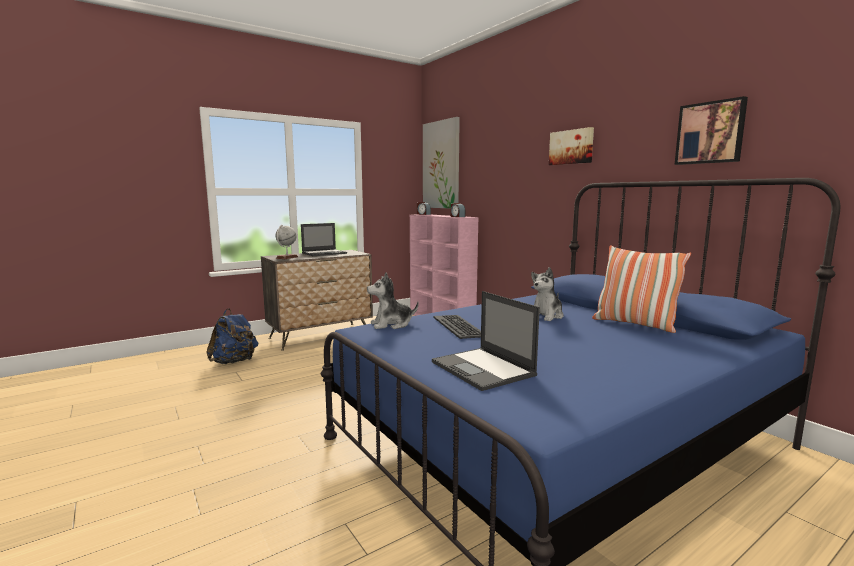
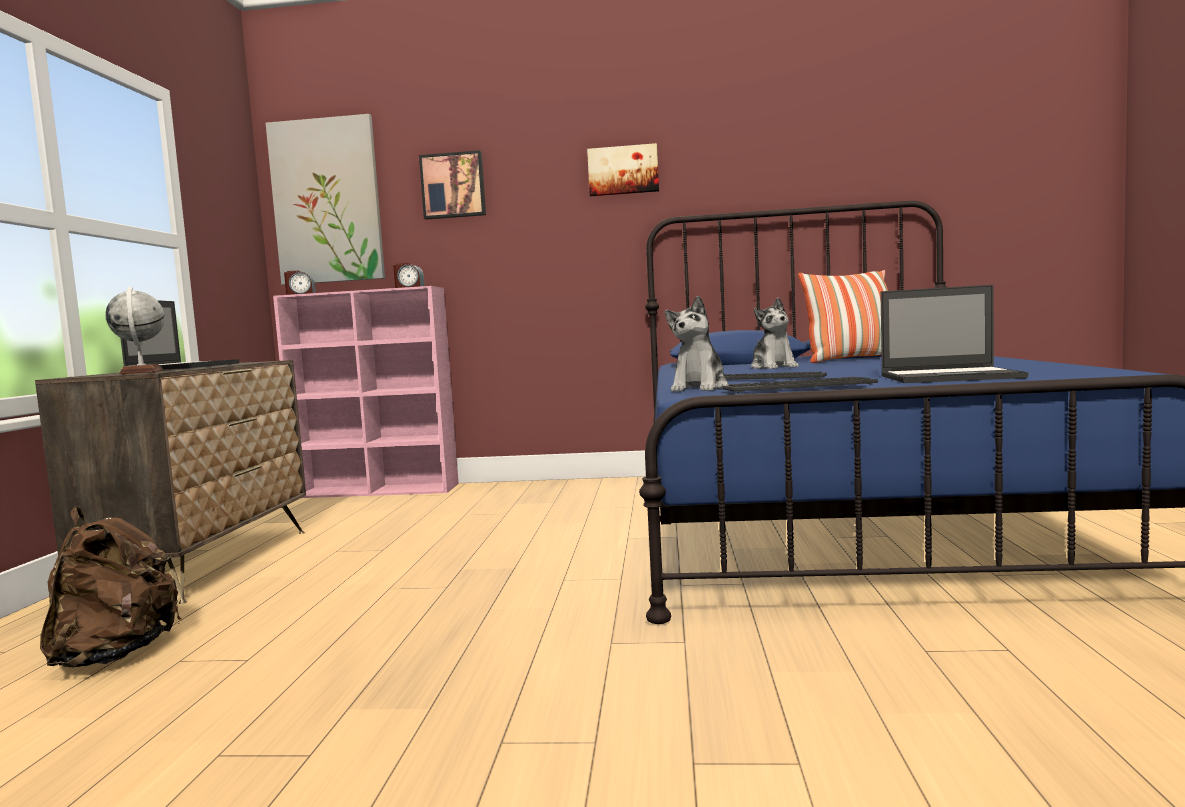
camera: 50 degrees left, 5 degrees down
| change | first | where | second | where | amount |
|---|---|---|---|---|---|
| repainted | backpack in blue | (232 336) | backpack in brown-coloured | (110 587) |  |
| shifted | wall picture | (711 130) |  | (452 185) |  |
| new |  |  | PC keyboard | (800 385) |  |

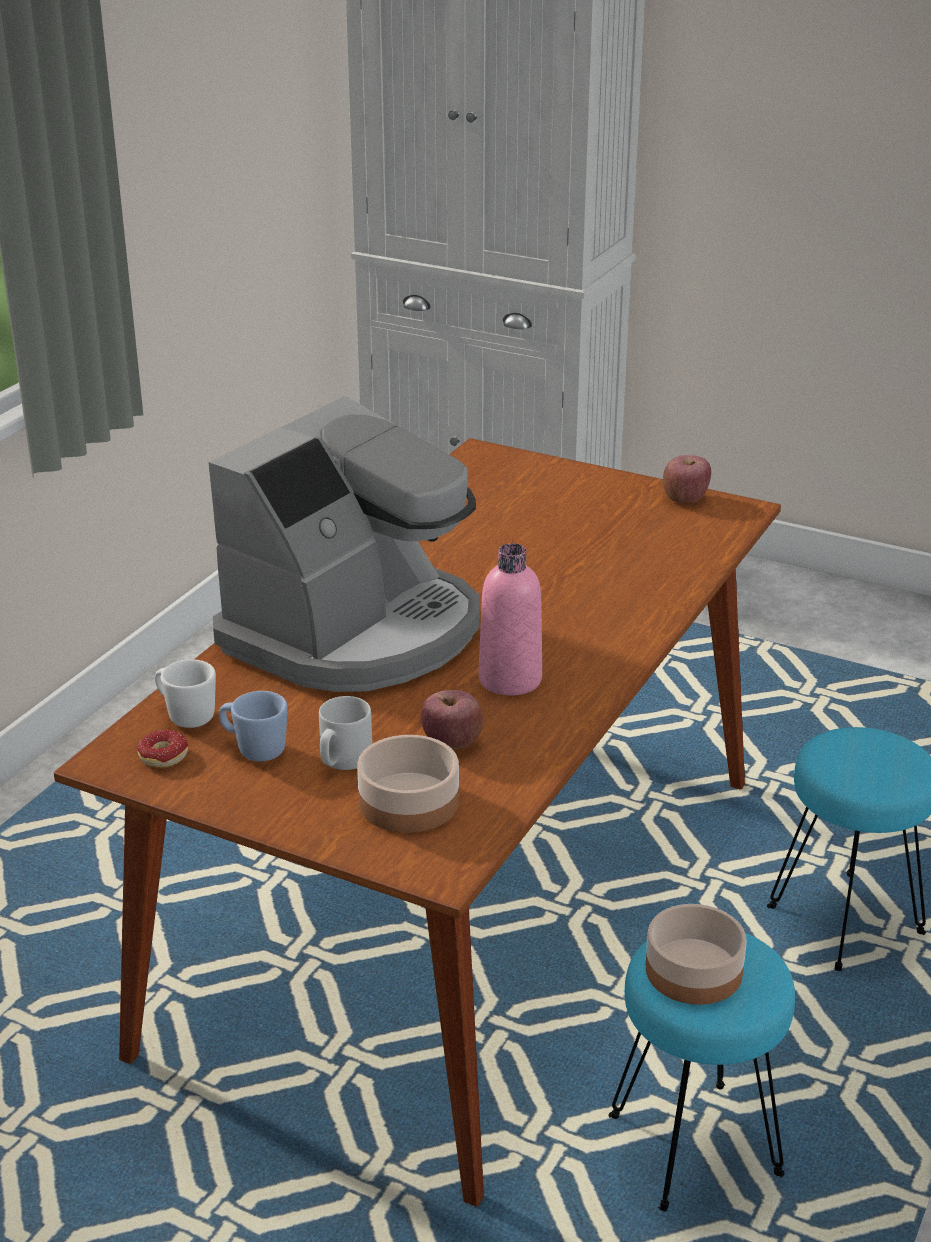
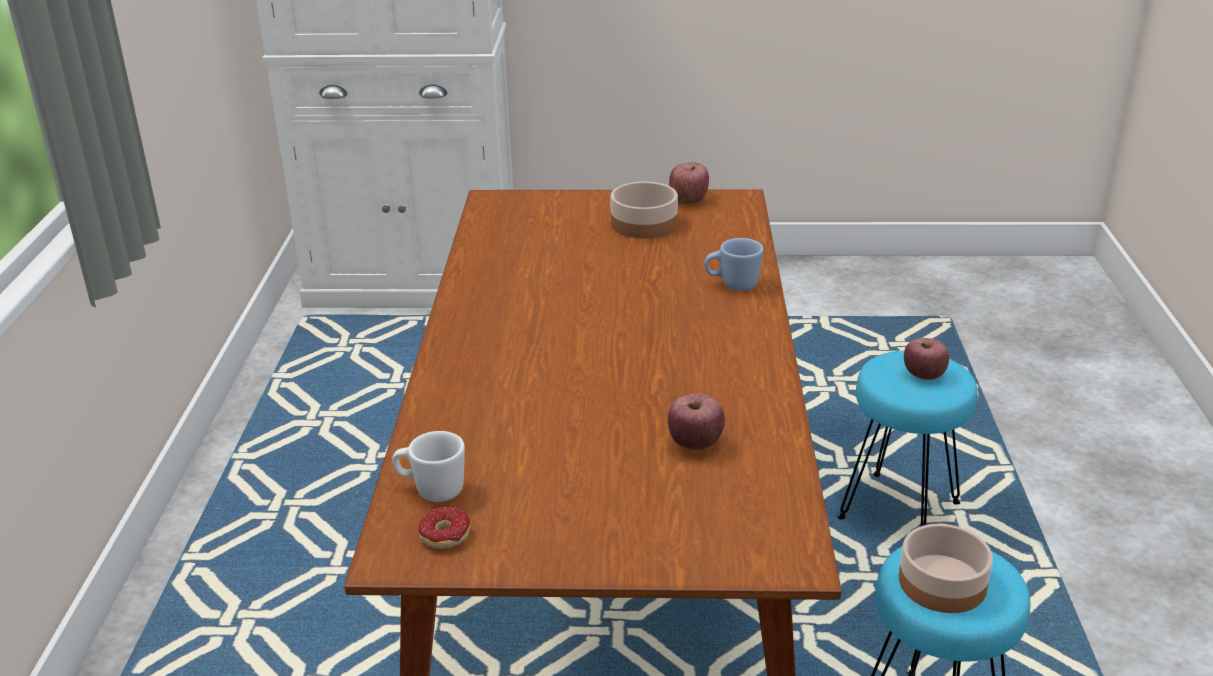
camera: 25 degrees left, 0 degrees up
| change | first | where | second | where | amount |
|---|---|---|---|---|---|
| gone | coffee brewer | (344 544) |  |  |  |
| shifted | mug in blue | (253 726) |  | (734 264) |  |
| gone | mug in greyish | (345 733) |  |  |  |
| shifted | deep dish | (408 784) |  | (644 210) |  |
| gone | bottle in pink-coloured | (510 619) |  |  |  |
| new |  |  | apple | (926 359) |  |

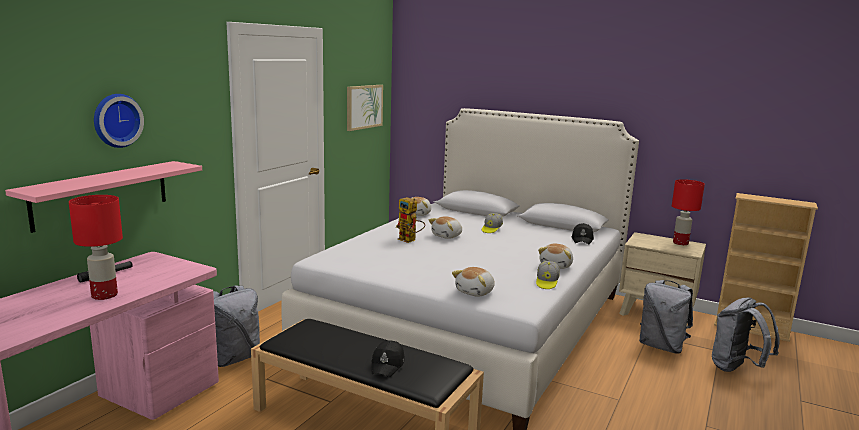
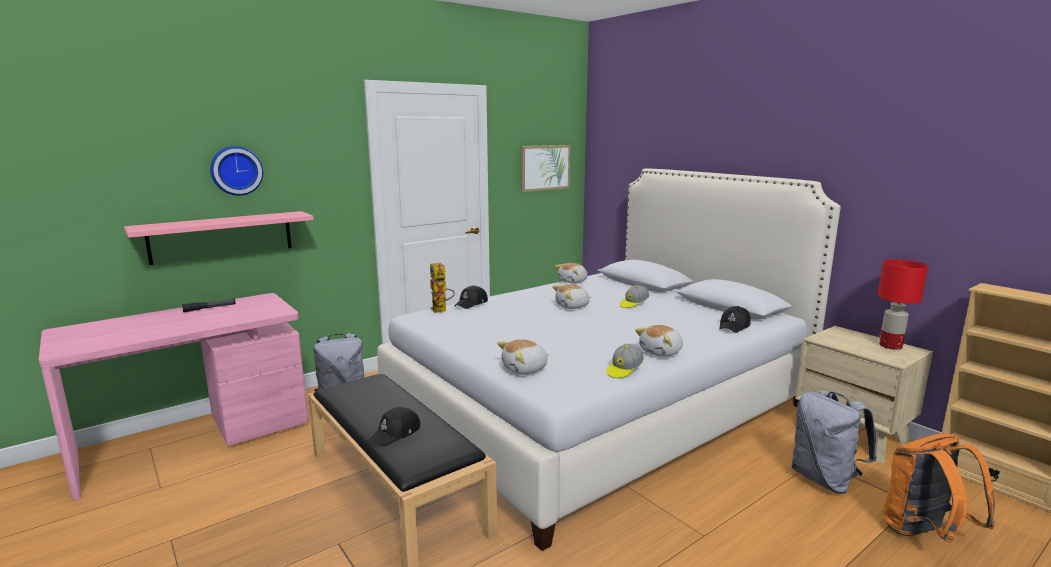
camera: 25 degrees right, 0 degrees up
| change | first | where | second | where | amount |
|---|---|---|---|---|---|
| gone | table lamp in red | (96 247) |  |  |  |
| shifted | model robot | (410 220) |  | (442 288) |  |
| repainted | backpack in greyish | (745 335) | backpack in orange | (939 488) |  |
| new |  |  | cap in black | (471 297) |  |

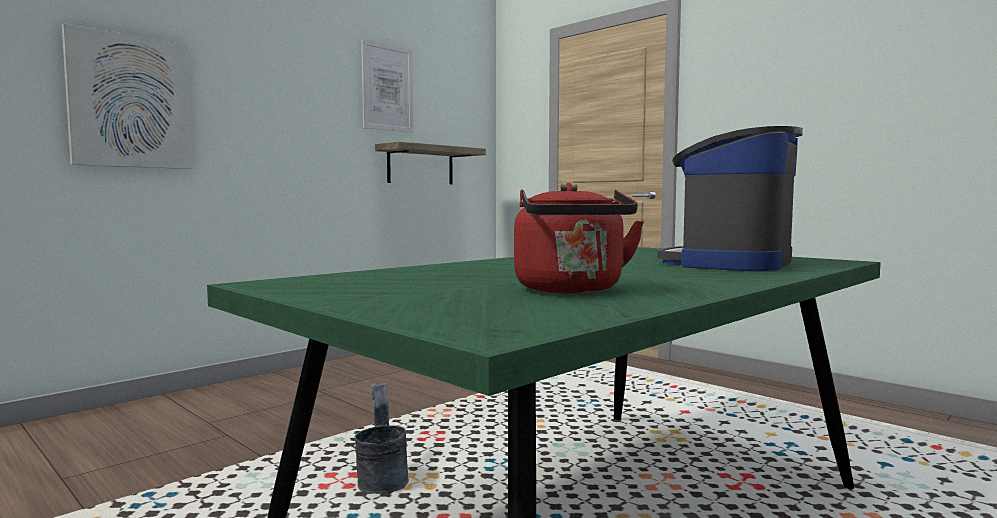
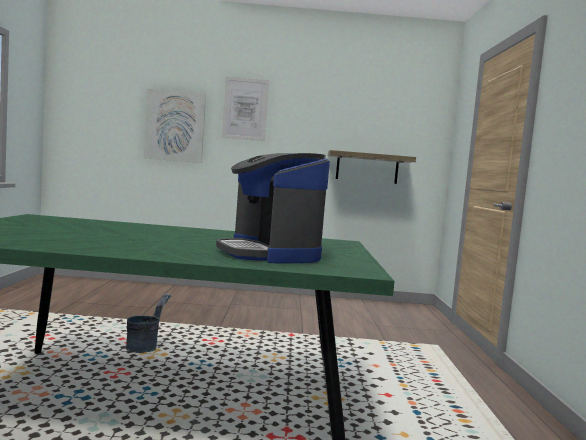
camera: 45 degrees right, 0 degrees up
| change | first | where | second | where | amount |
|---|---|---|---|---|---|
| shifted | wall picture | (387 86) |  | (245 109) |  |
| gone | water kettle in red | (579 238) |  |  |  |
| rotated | coffee brewer | (730 198) |  | (273 208) | 105 degrees counterclockwise |

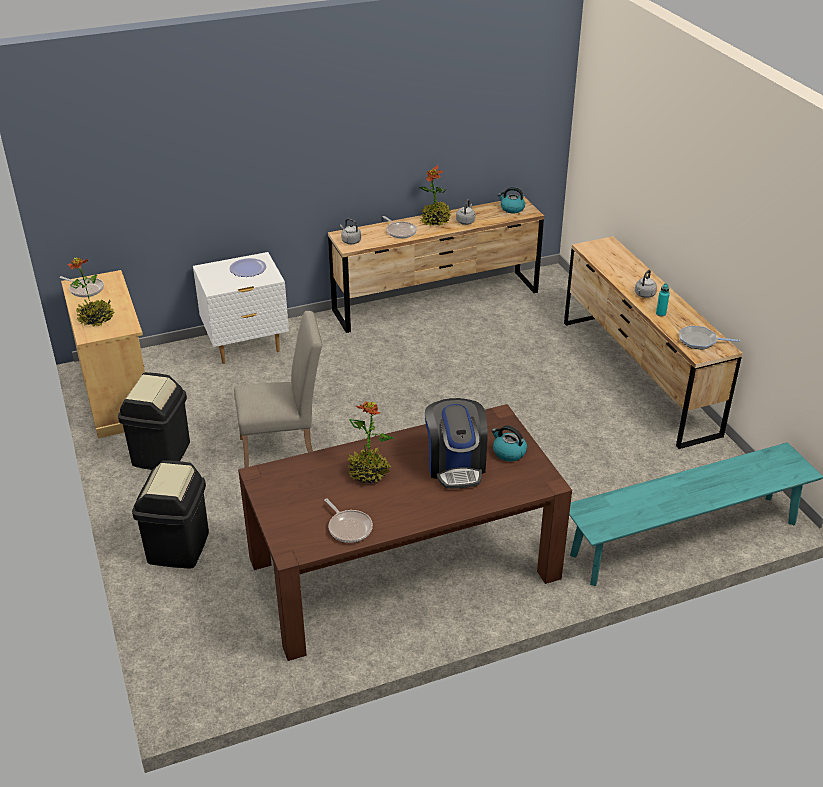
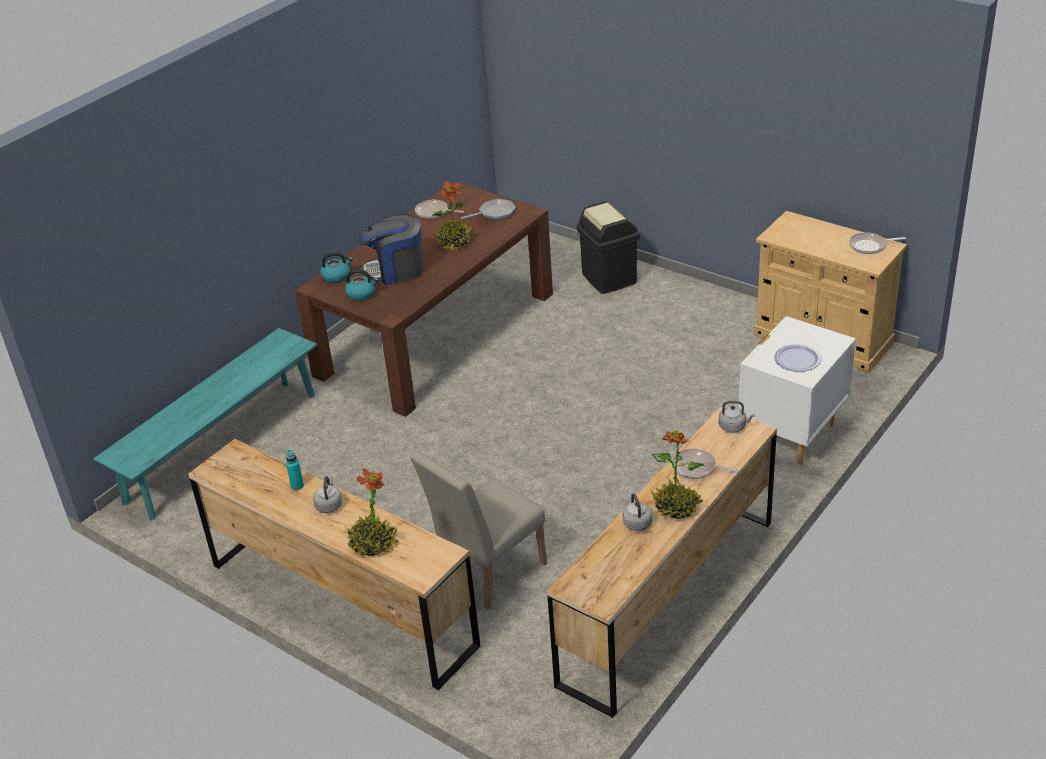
camera: 150 degrees right, 0 degrees up
| change | first | where | second | where | amount |
|---|---|---|---|---|---|
| shifted | plant in a pot | (91 292) |  | (373 512) |  |
| gone | trash can in black | (154 421) |  |  |  |
| shifted | plain chair in beige-coloured | (278 389) |  | (478 529) |  |
| rotated | coffee brewer | (456 443) |  | (391 249) | 60 degrees counterclockwise |
| shifted | water kettle | (511 200) |  | (336 267) |  |
| shifted | skillet | (709 338) |  | (488 209) |  |

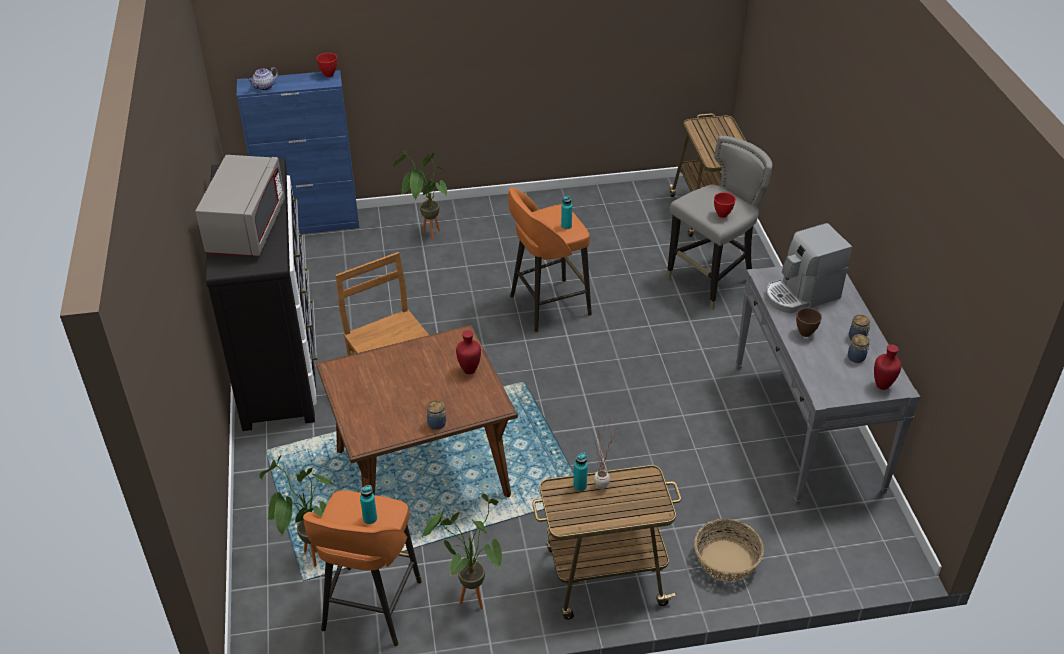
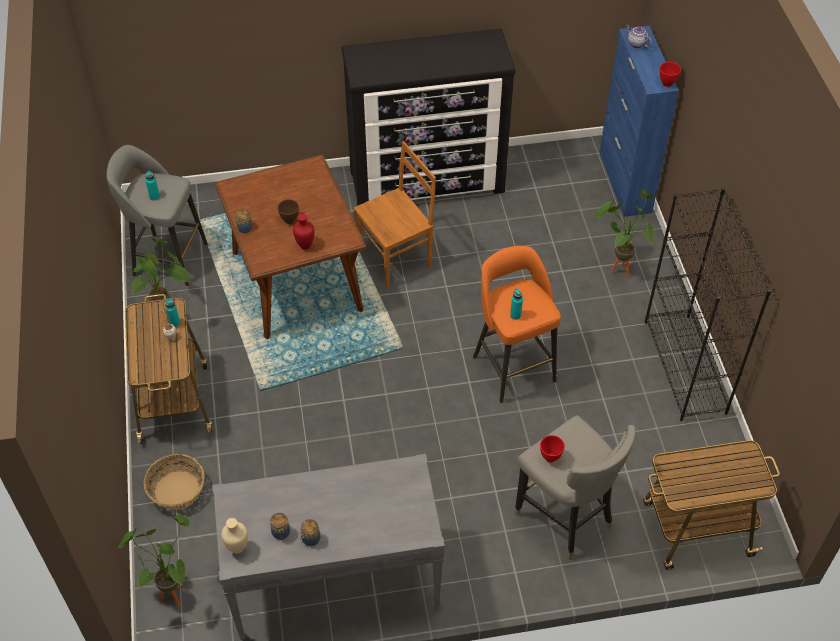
camera: 90 degrees right, 10 degrees up
| change | first | where | second | where | amount |
|---|---|---|---|---|---|
| gone | microwave in greyish | (240 205) |  |  |  |
| shifted | plant in a pot | (297 511) |  | (154 560) |  |
| repainted | stool in orange | (362 568) | stool in greyish | (157 215) |  |
| gone | coffee brewer | (809 268) |  |  |  |
| shifted | deep dish in brown-coloured | (809 322) |  | (288 211) |  |
| repainted | vase in red | (888 367) | vase in beige-coloured | (234 536) |  |
| new |  |  | bookcase in black | (708 304) |  |

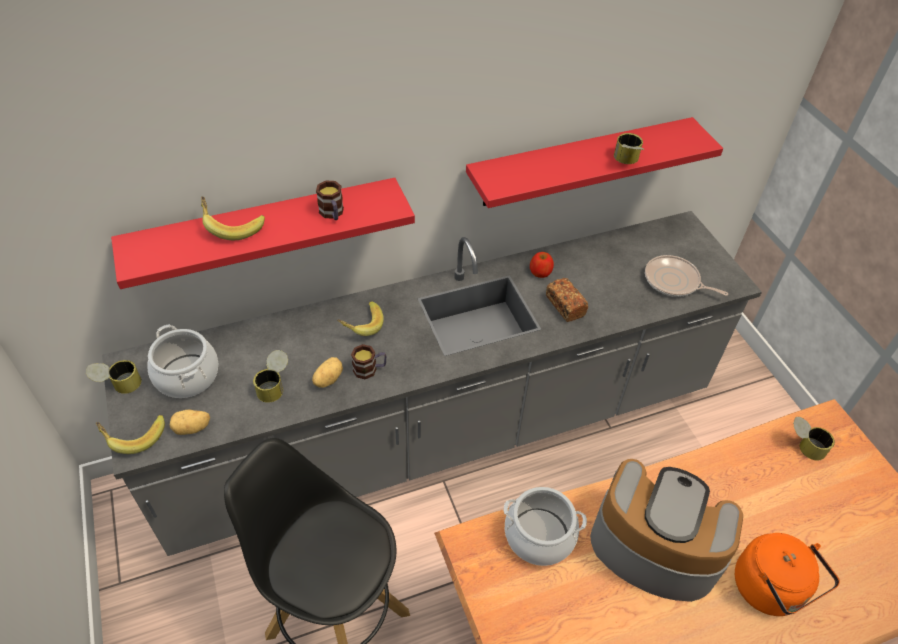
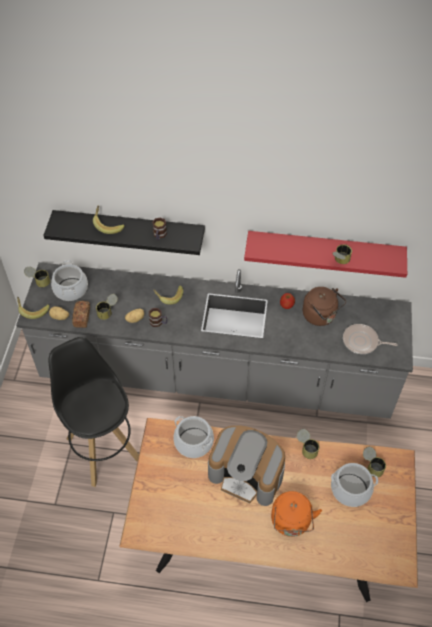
camera: 30 degrees right, 5 degrees up
| change | first | where | second | where | amount |
|---|---|---|---|---|---|
| repainted | wall shelf in red | (263 233) | wall shelf in black | (124 232) |  |
| shifted | bakery bread | (567 300) |  | (81 314) |  |
| rotated | coffee brewer | (666 530) |  | (246 466) | 150 degrees clockwise |
| rotated | skillet | (686 276) |  | (370 339) | 45 degrees counterclockwise |
| new |  |  | sealed can | (308 444) |  |
| new |  |  | water kettle in brown-coloured | (324 306) |  |
| new |  |  | cooking pot | (354 485) |  |

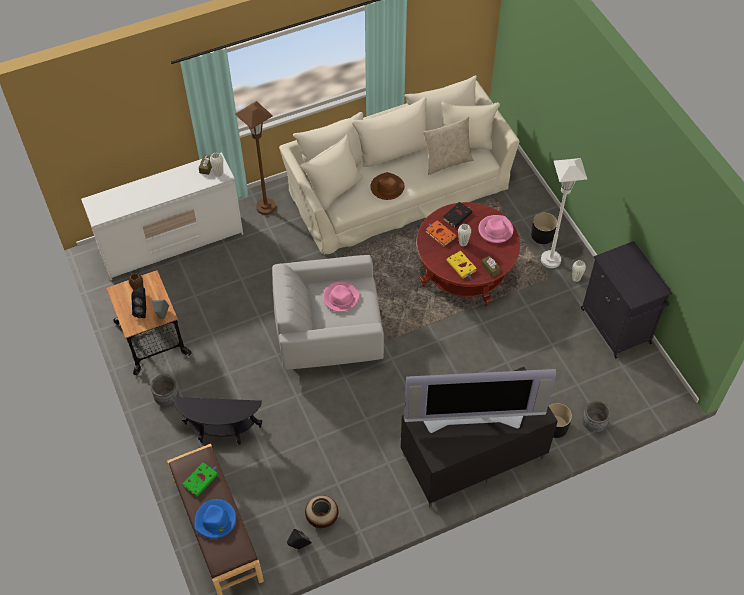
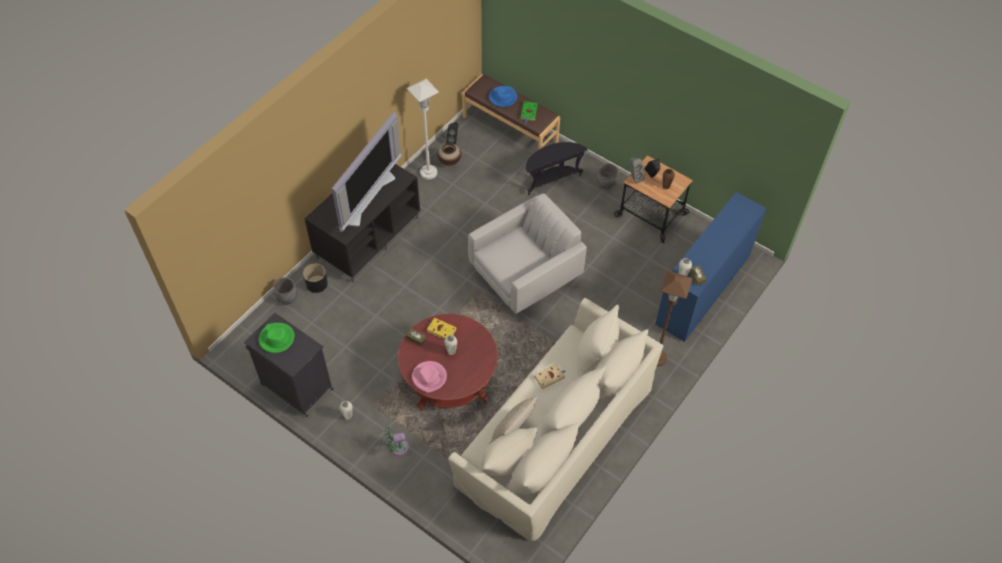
camera: 150 degrees right, 0 degrees up
| change | first | where | second | where | amount |
|---|---|---|---|---|---|
| repainted | drawer chest in white-coloured | (162 216) | drawer chest in blue | (711 267) |  |
| gone | wearable hat in pink-coloured | (342 296) |  |  |  |
| swapped | wearable hat in brown-coloured | (387 186) | book in beige-coloured | (550 376) |  |
| rotated | TV | (480 401) |  | (366 172) | 150 degrees clockwise |
| gone | book in orange | (441 233) |  |  |  |
| gone | book in black | (457 215) |  |  |  |
| swapped | flower pot in black | (544 228) | cooling fan in green-coloured | (397 441) |  |
| shifted | standing lamp in white-coloured | (564 213) |  | (423 129) |  |
| new |  |  | wearable hat in green-coloured | (276 338) |  |

